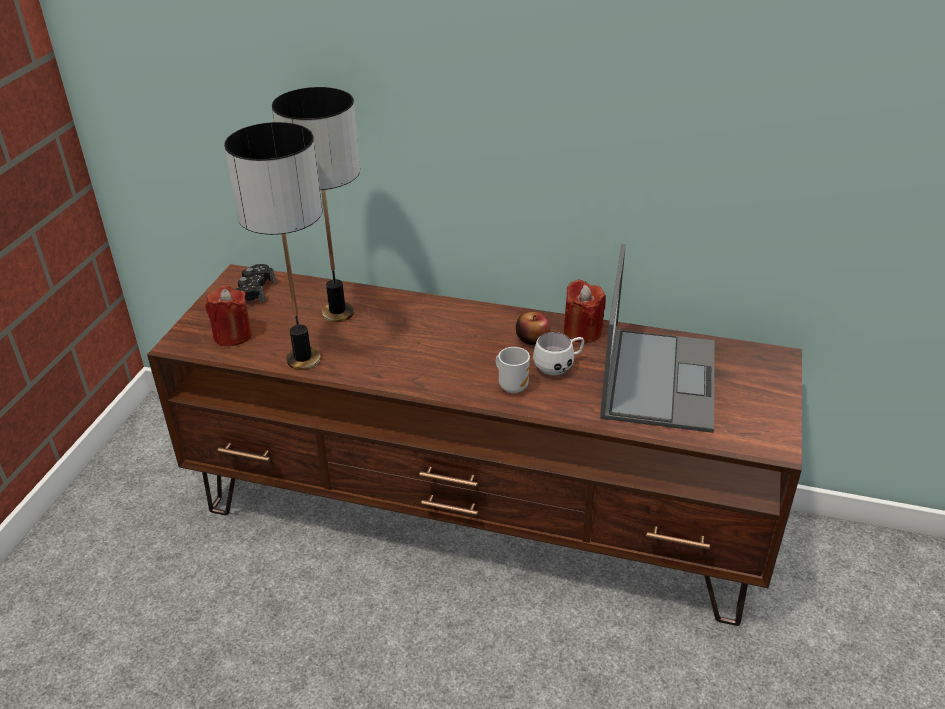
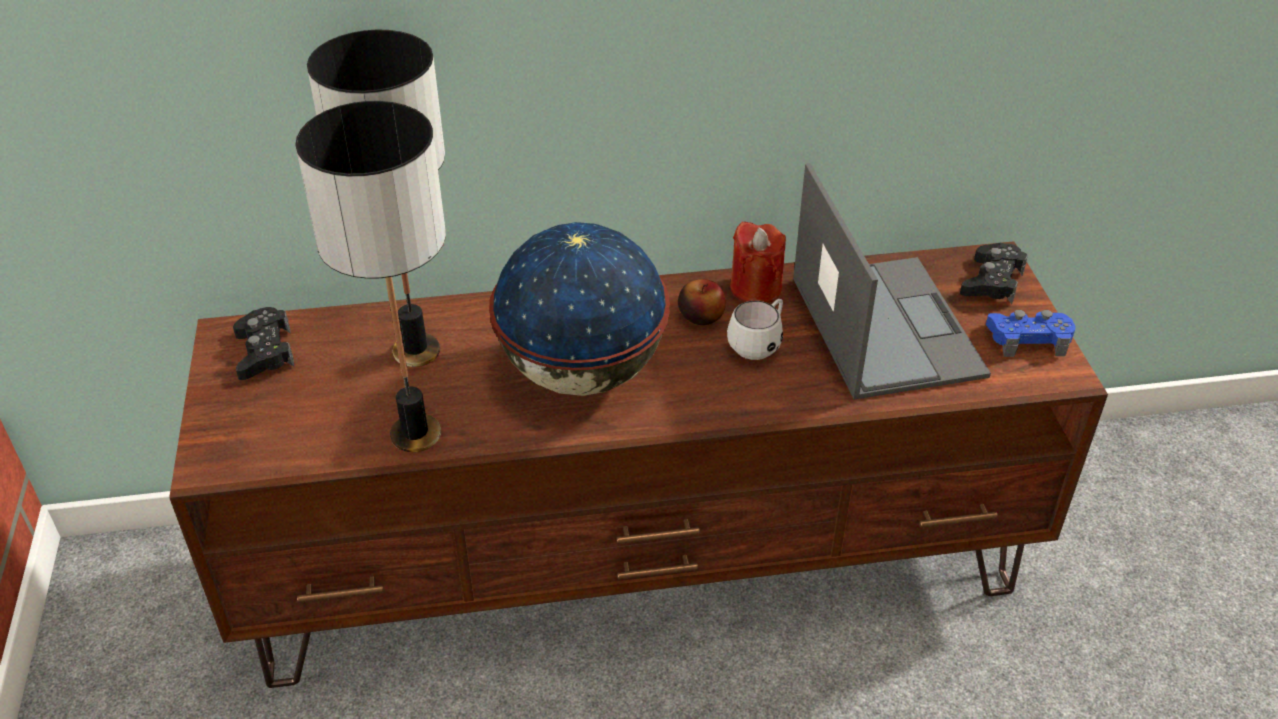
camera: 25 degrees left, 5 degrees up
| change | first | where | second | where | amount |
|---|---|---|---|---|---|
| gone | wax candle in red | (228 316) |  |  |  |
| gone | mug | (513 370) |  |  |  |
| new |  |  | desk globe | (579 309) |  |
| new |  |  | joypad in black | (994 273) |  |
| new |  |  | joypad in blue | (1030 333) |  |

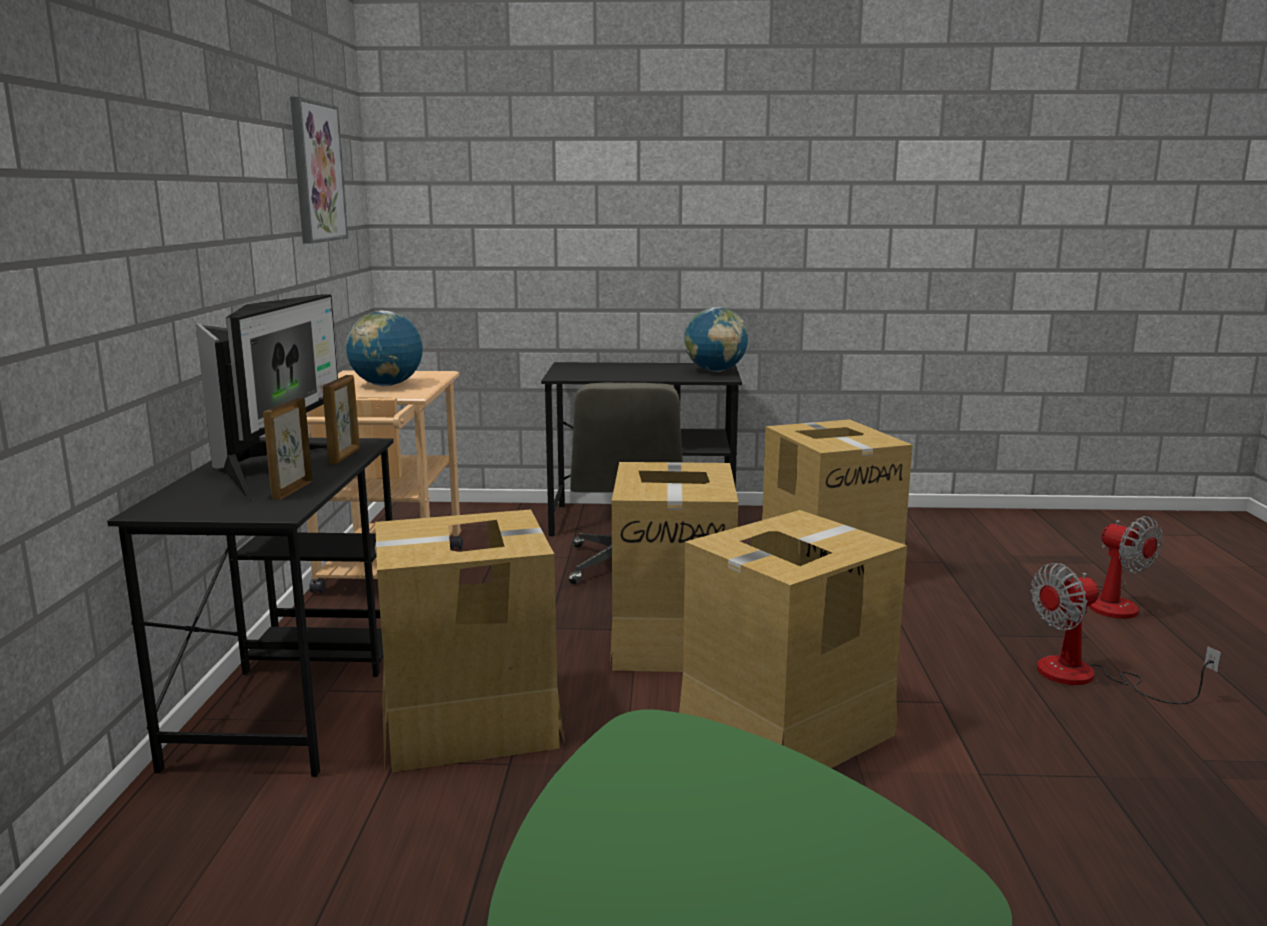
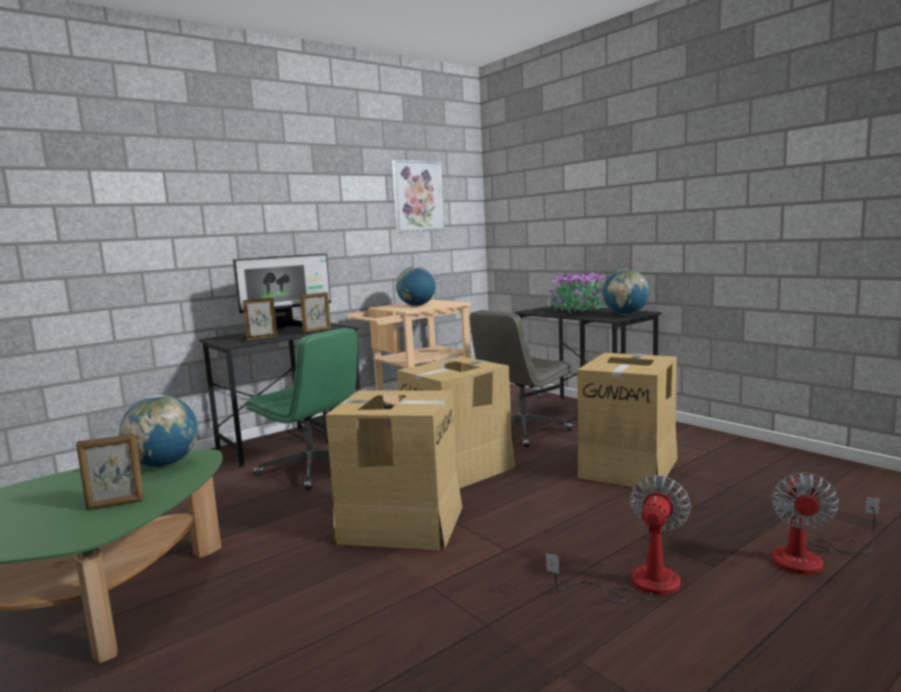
camera: 50 degrees right, 5 degrees down
| change | first | where | second | where | amount |
|---|---|---|---|---|---|
| swapped | cardboard box | (470 640) | computer chair in green-coloured | (301 409) |  |
| rotated | cooling fan | (1126 633) |  | (618 539) | 90 degrees clockwise |
| new |  |  | photo frame | (110 472) |  |
| new |  |  | desk globe | (158 431) |  |
| new |  |  | plant in a pot | (577 291) |  |

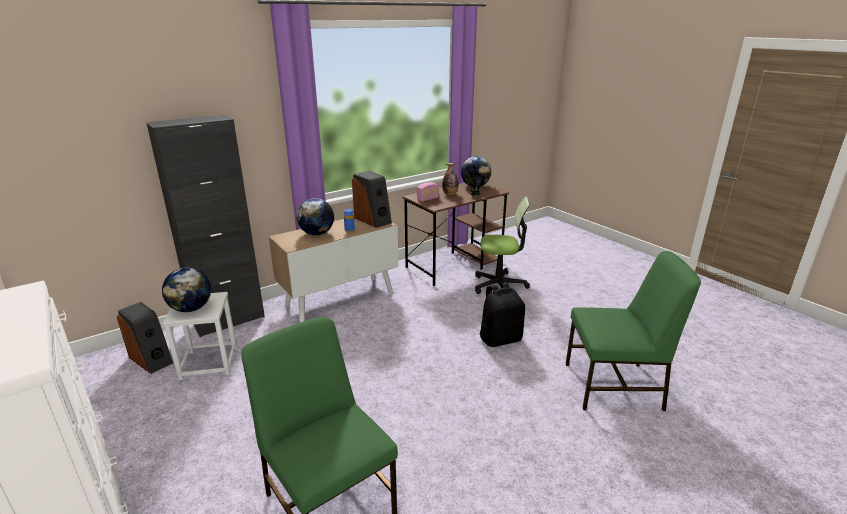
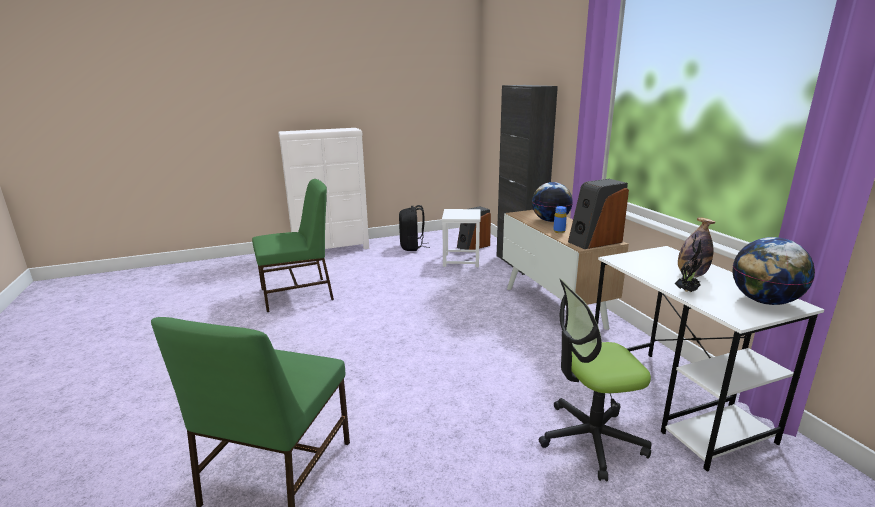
camera: 105 degrees right, 5 degrees down
| change | first | where | second | where | amount |
|---|---|---|---|---|---|
| gone | desk globe | (186 289) |  |  |  |
| repainted | desk unit in brown-coloured | (455 234) | desk unit in white-coloured | (709 359) |  |
| gone | radio | (428 191) |  |  |  |
| rotated | computer chair | (502 245) |  | (595 380) | 60 degrees clockwise |
| shifted | backpack in black | (502 315) |  | (414 228) |  |

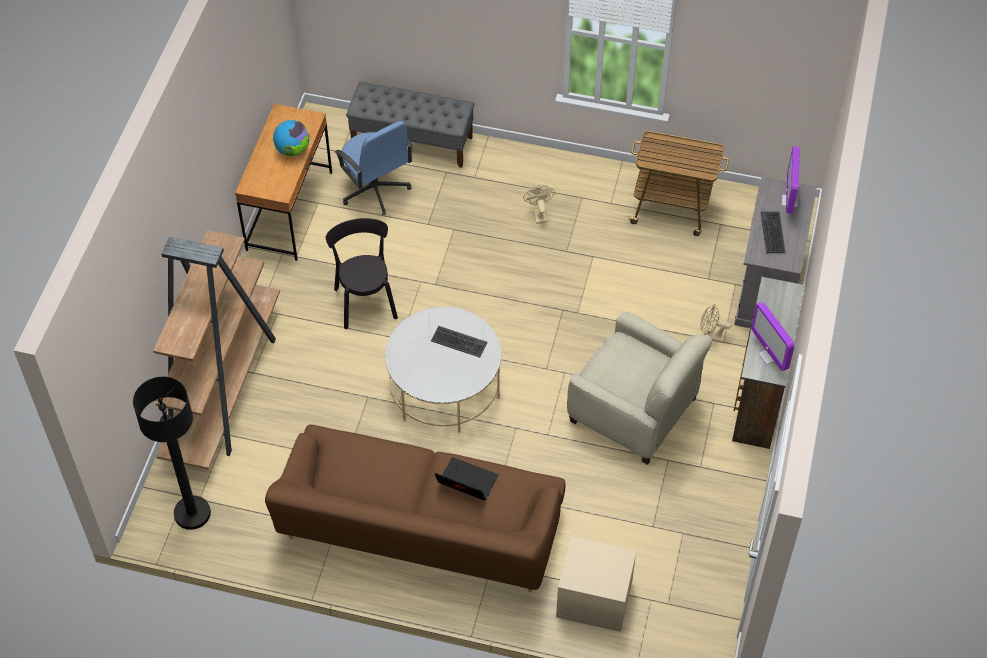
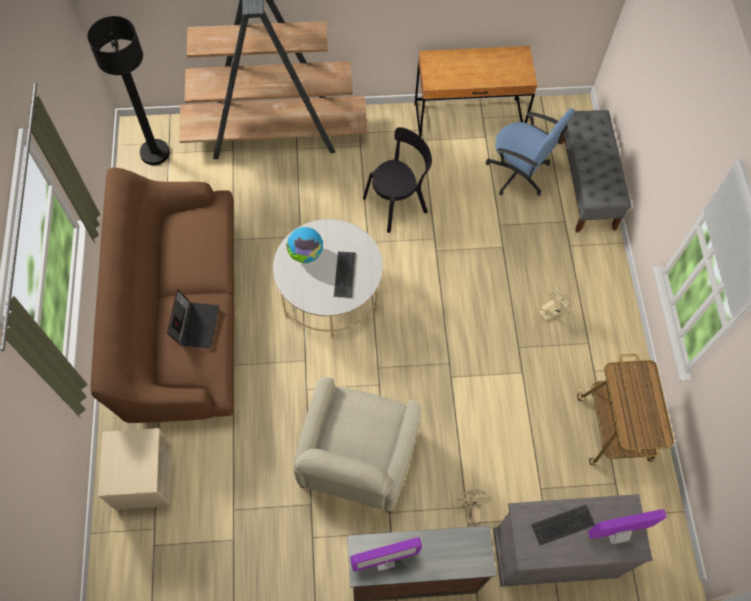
camera: 70 degrees right, 10 degrees up
| change | first | where | second | where | amount |
|---|---|---|---|---|---|
| shifted | desk globe | (291 138) |  | (305 245) |  |
| rotated | computer chair in blue | (374 168) |  | (530 152) | 90 degrees counterclockwise |
| rotated | monitor | (772 336) |  | (386 554) | 150 degrees counterclockwise |

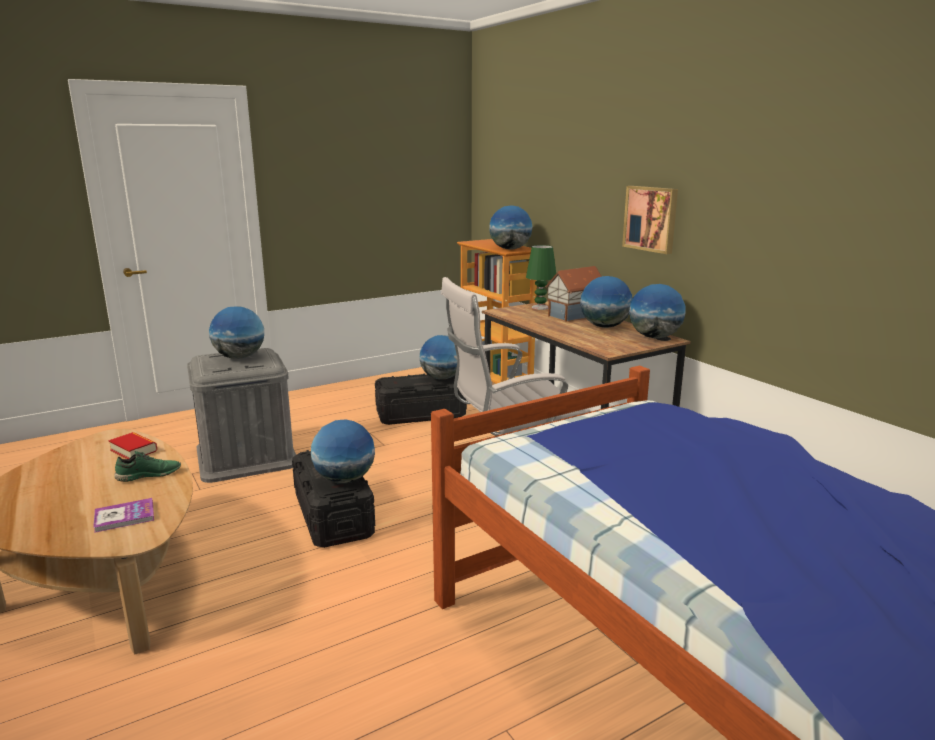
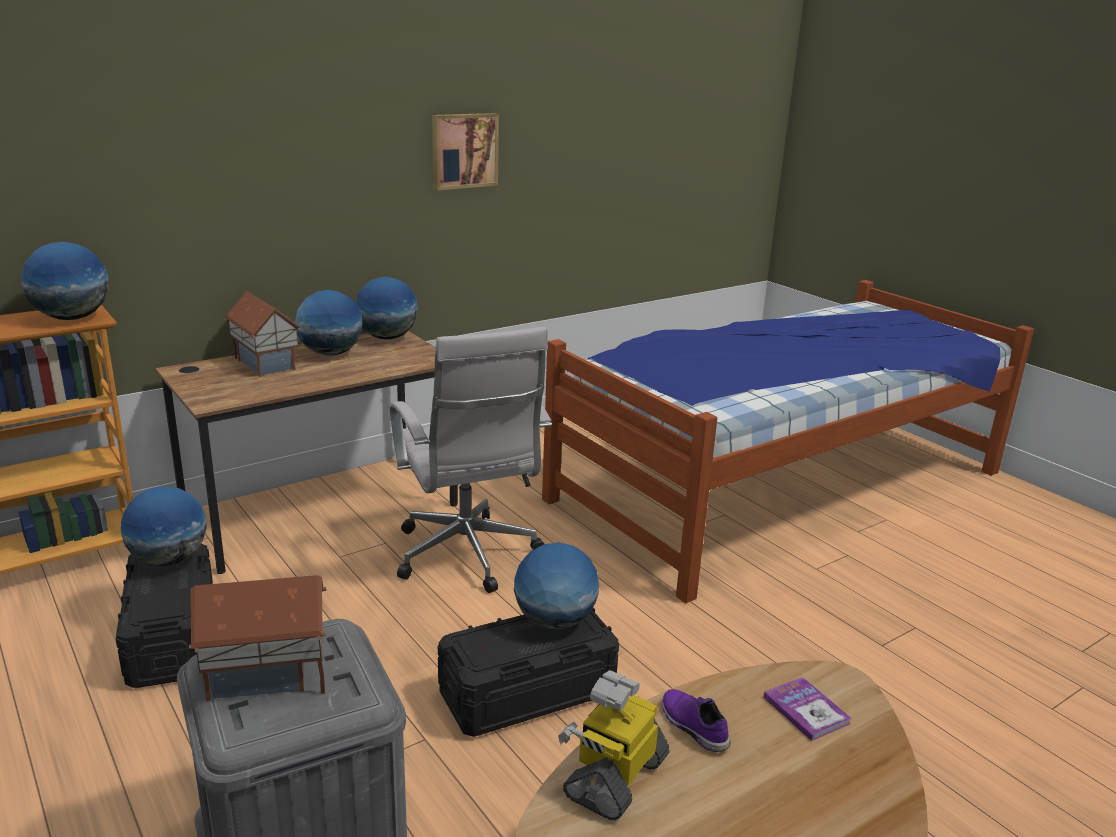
camera: 95 degrees left, 5 degrees up
| change | first | where | second | where | amount |
|---|---|---|---|---|---|
| swapped | book | (132 445) | model robot | (614 745) |  |
| repainted | low shoe in green-coloured | (147 466) | low shoe in purple-coloured | (696 720) |  |
| swapped | desk globe | (236 332) | miniature house | (257 638) |  |
| gone | table lamp in green-coloured | (541 277) |  |  |  |
| shifted | wall picture | (650 220) |  | (465 151) |  |

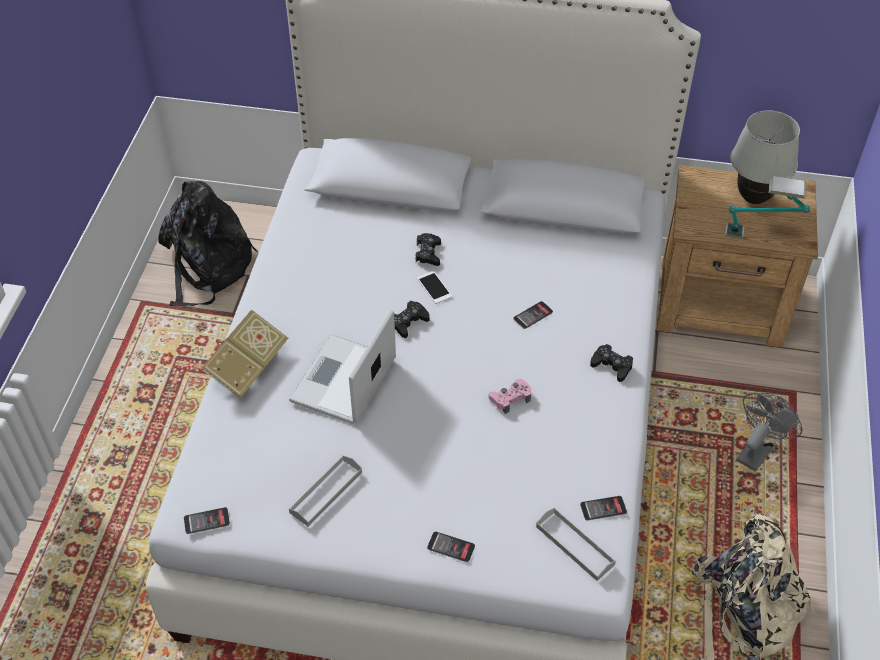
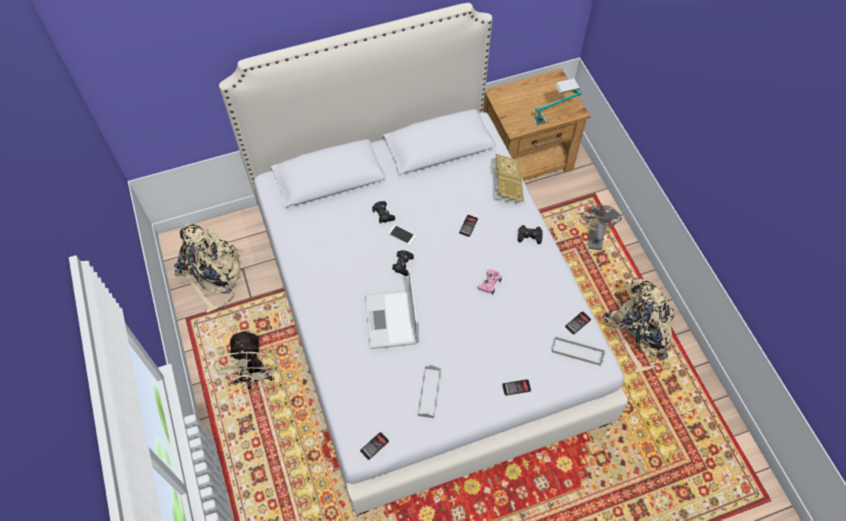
camera: 30 degrees left, 10 degrees up
| change | first | where | second | where | amount |
|---|---|---|---|---|---|
| repainted | backpack in black | (208 243) | backpack in beige-coloured | (207 268) |  |
| shifted | book | (245 353) |  | (507 179) |  |
| gone | table lamp in white-coloured | (765 157) |  |  |  |
| new |  |  | cooling fan in beige-coloured | (244 359) |  |

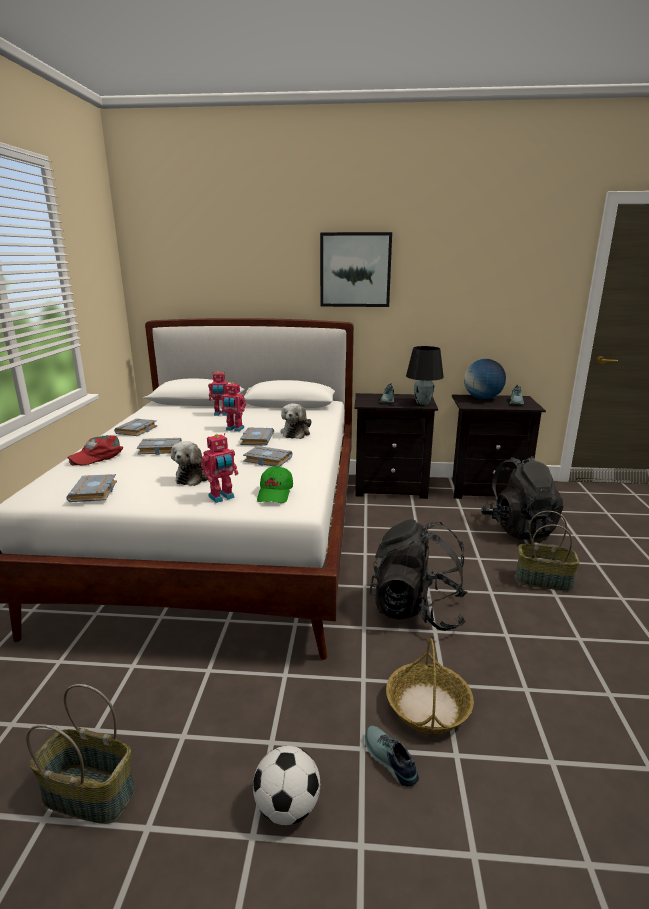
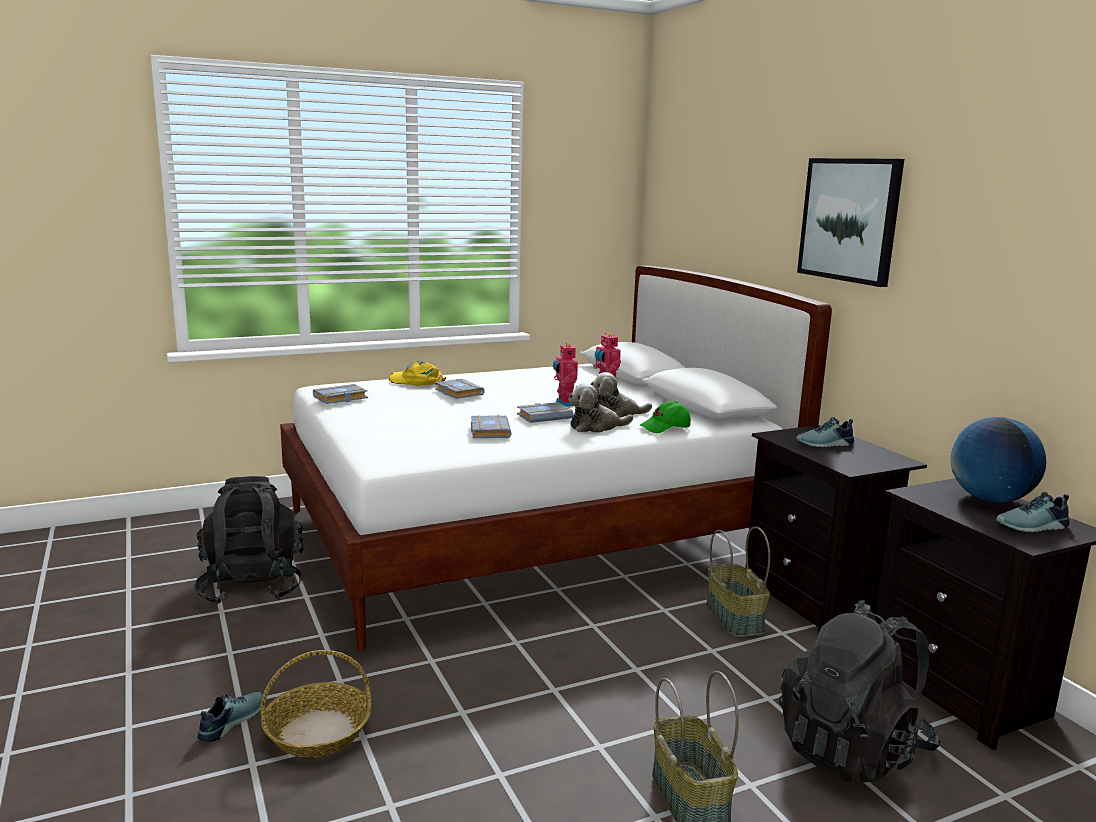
camera: 60 degrees right, 5 degrees down
| change | first | where | second | where | amount |
|---|---|---|---|---|---|
| shifted | basket | (81 754) |  | (738 582) |  |
| repainted | cap in red | (95 450) | cap in yellow | (417 373) |  |
| gone | book in greyish | (136 427) |  |  |  |
| shifted | plush toy | (189 463) |  | (621 395) |  |
| gone | model robot | (219 468) |  |  |  |
| gone | ball for football | (286 785) |  |  |  |
| shifted | cap in green-coloured | (275 484) |  | (665 417) |  |
| shifted | backpack in black | (418 575) |  | (249 540) |  |
| gone | table lamp in black | (425 375) |  |  |  |

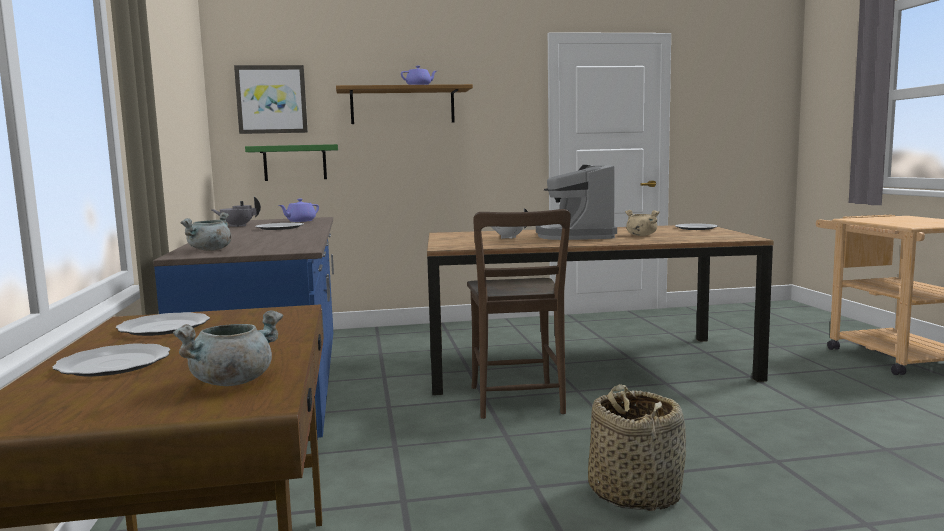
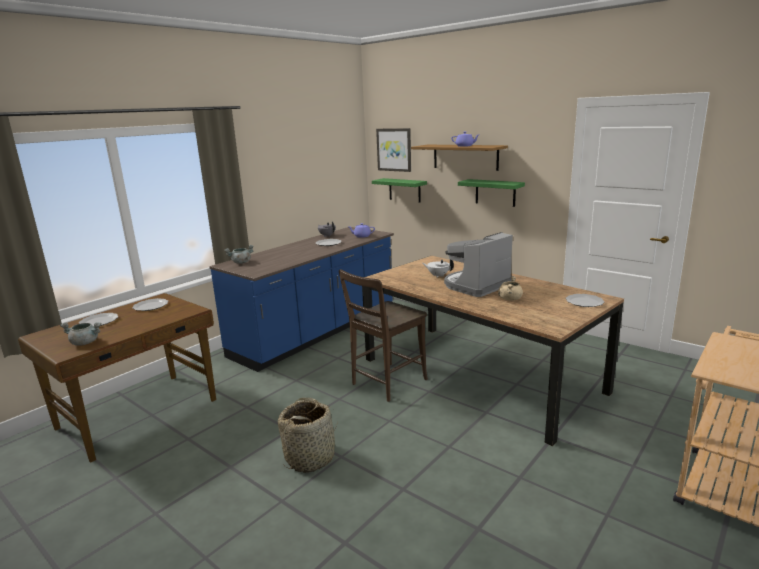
camera: 50 degrees right, 10 degrees up
| change | first | where | second | where | amount |
|---|---|---|---|---|---|
| new |  |  | wall shelf in green-coloured | (491 193) |  |

